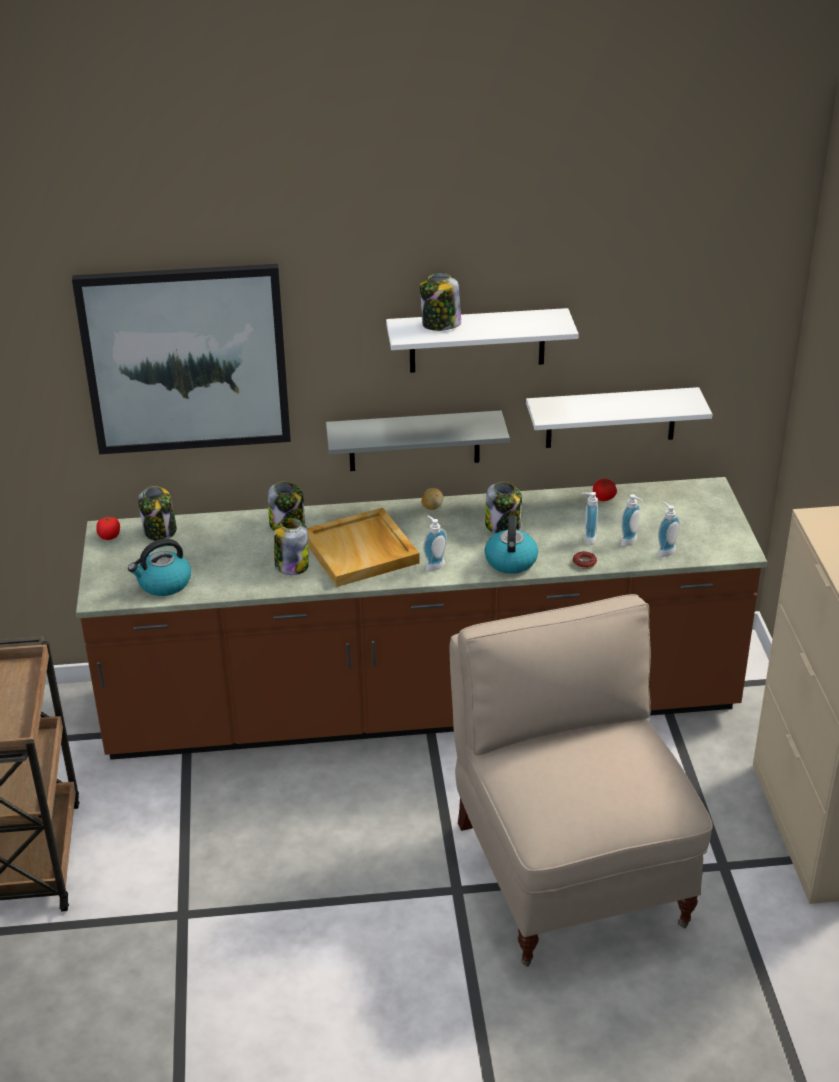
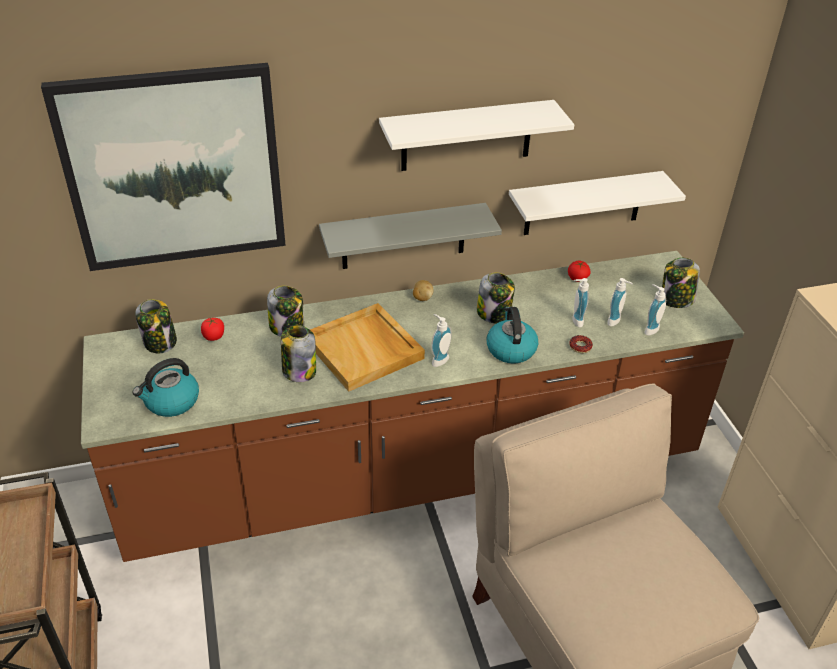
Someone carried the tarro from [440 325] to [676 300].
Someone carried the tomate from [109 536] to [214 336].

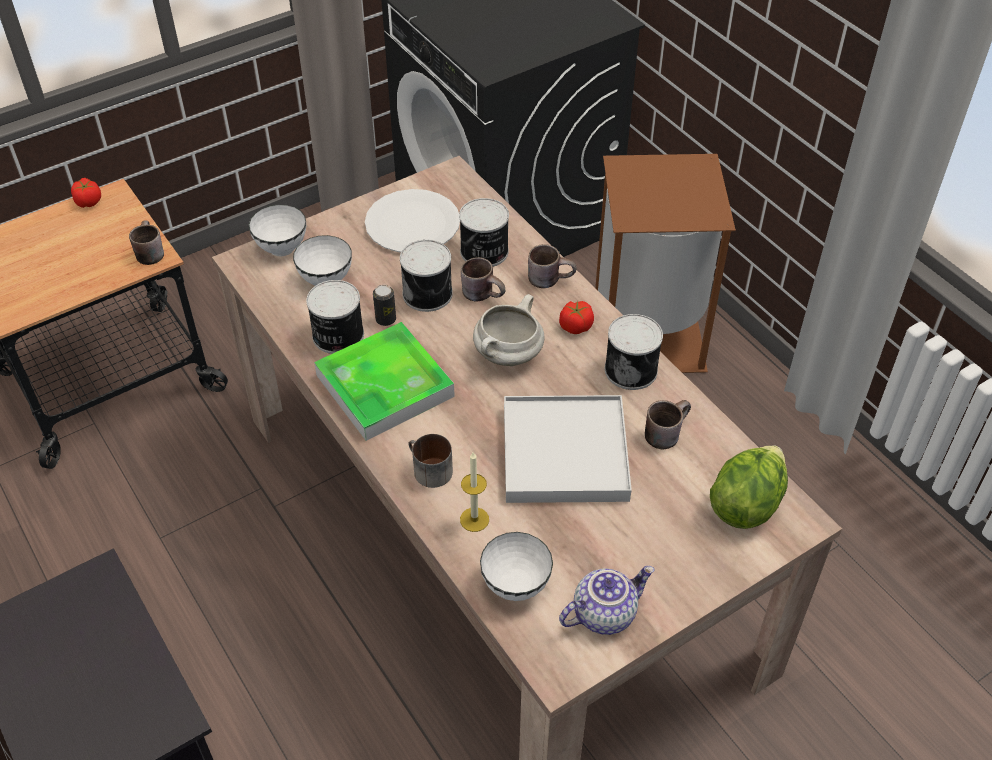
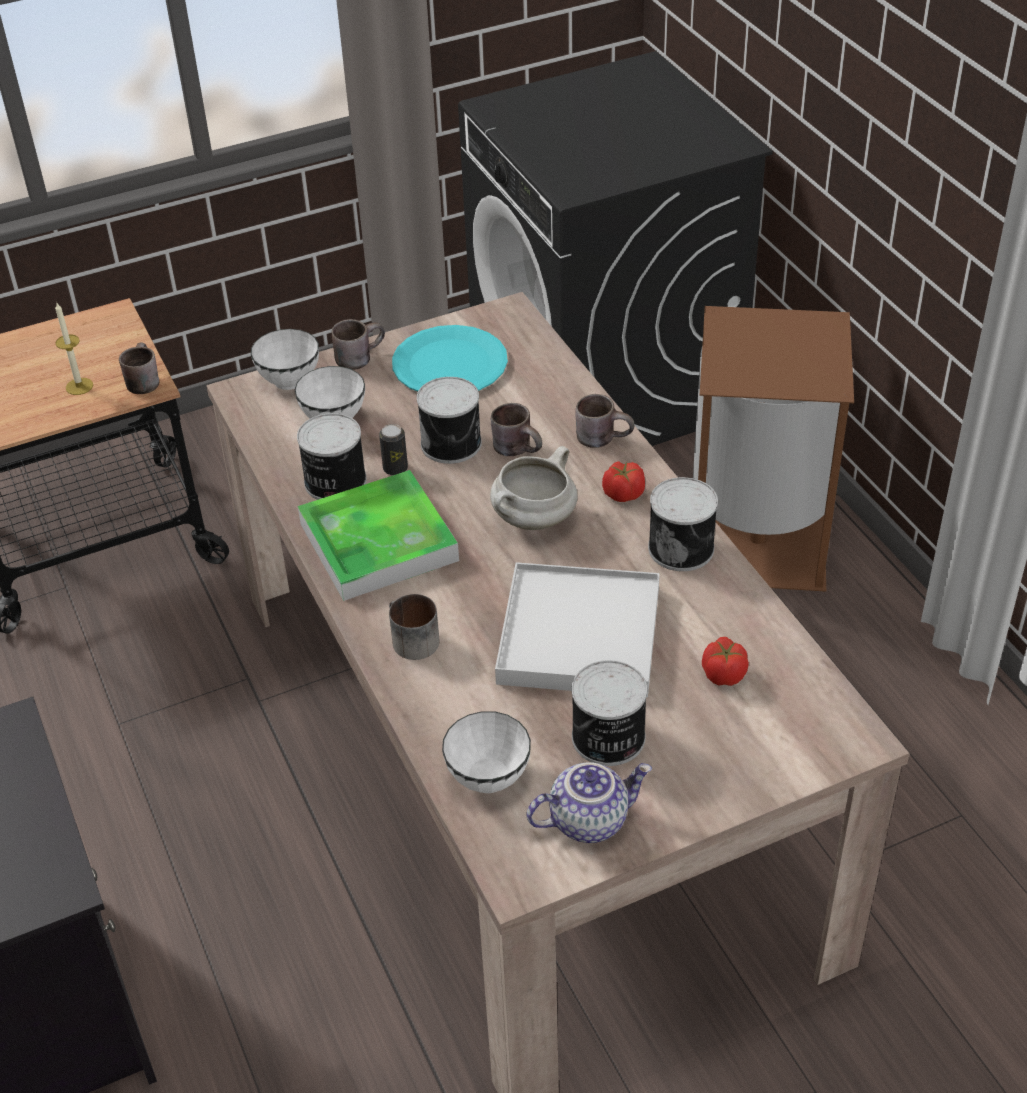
Someone carried the tomate from [88 201] to [724 674].
Someone repainted the plato (blanco) at [412 224], which became the plato (turquesa) at [449 364].
Someone carried the lata from [484 252] to [608 739].
Someone carried the taza grande (marrón) from [664 431] to [358 356].
Someone took away the lechuga at [746 504].
Someone carried the vela from [474 519] to [79 386].

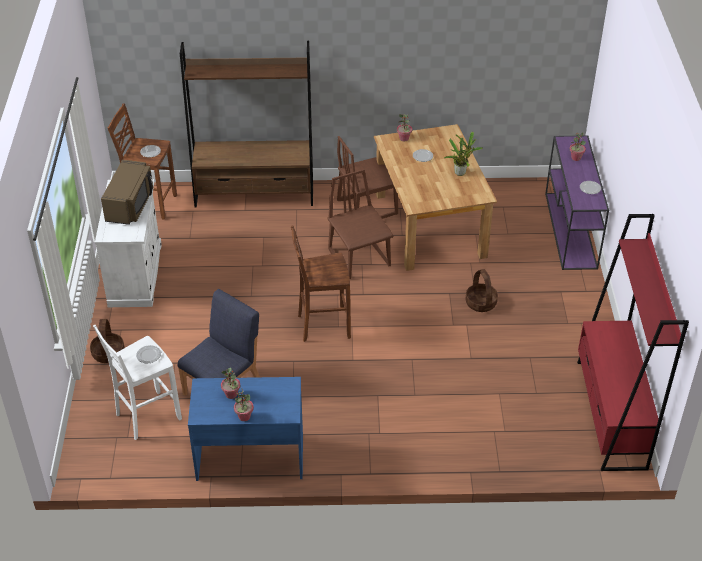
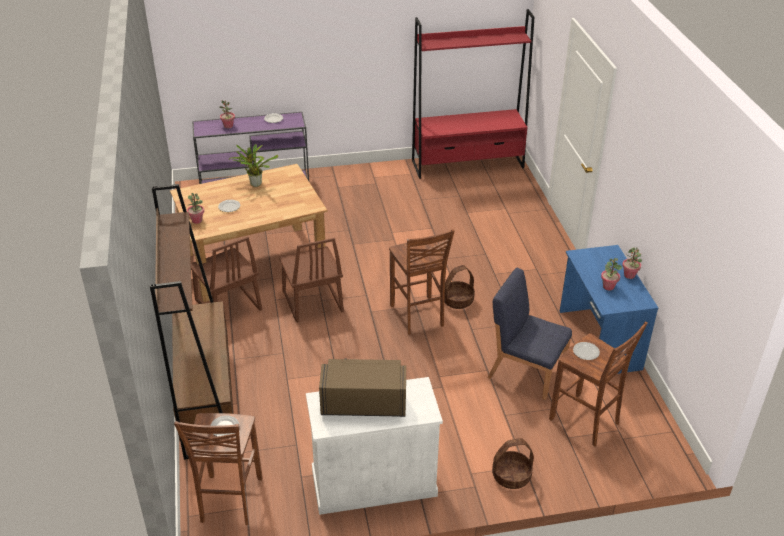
Someone rotated the silla (marrón) at [360 258] by 75 degrees counterclockwise.
Someone carried the cesta from [481 303] to [457 300].
Someone repainted the taburete (blanco) at [146 416], which became the taburete (marrón) at [586 421].

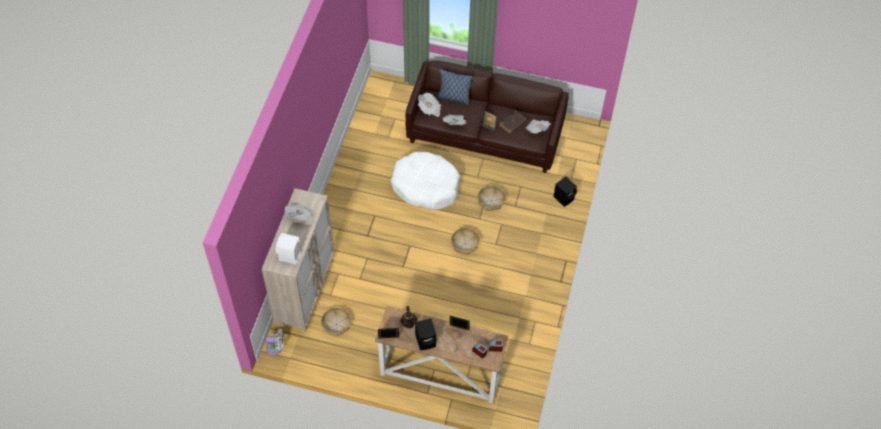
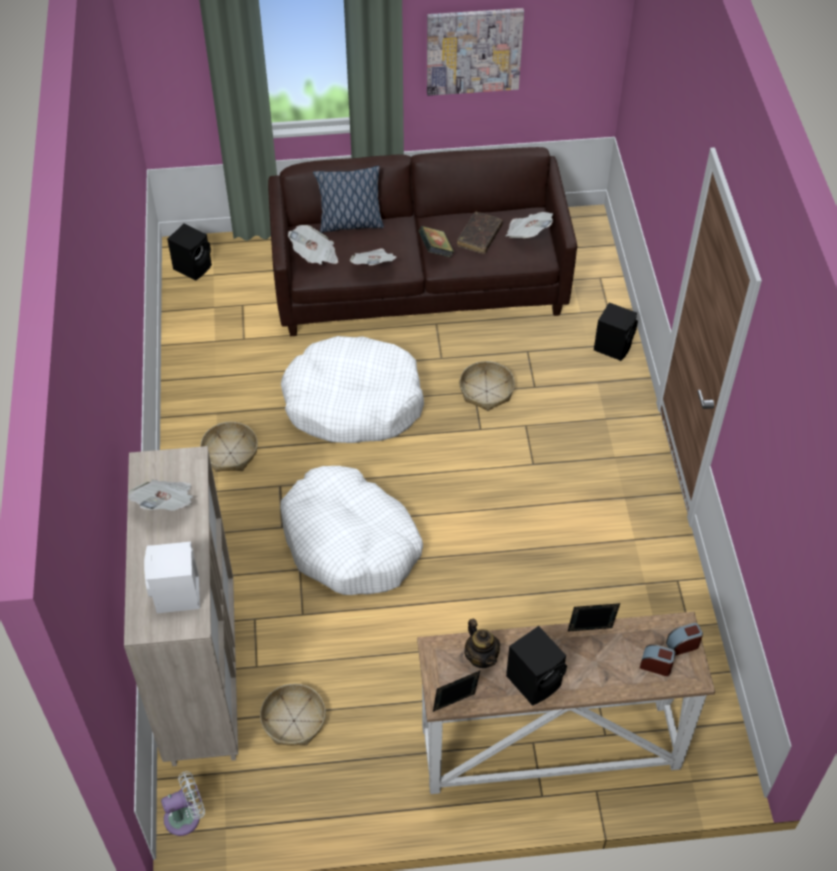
Someone carried the cesta from [465 243] to [230 453].
Someone put up the cuadro at [473 51].
Someone put down the altavoz (negro) at [193 266].
Someone put down the cama para perro (blanco) at [350 542].

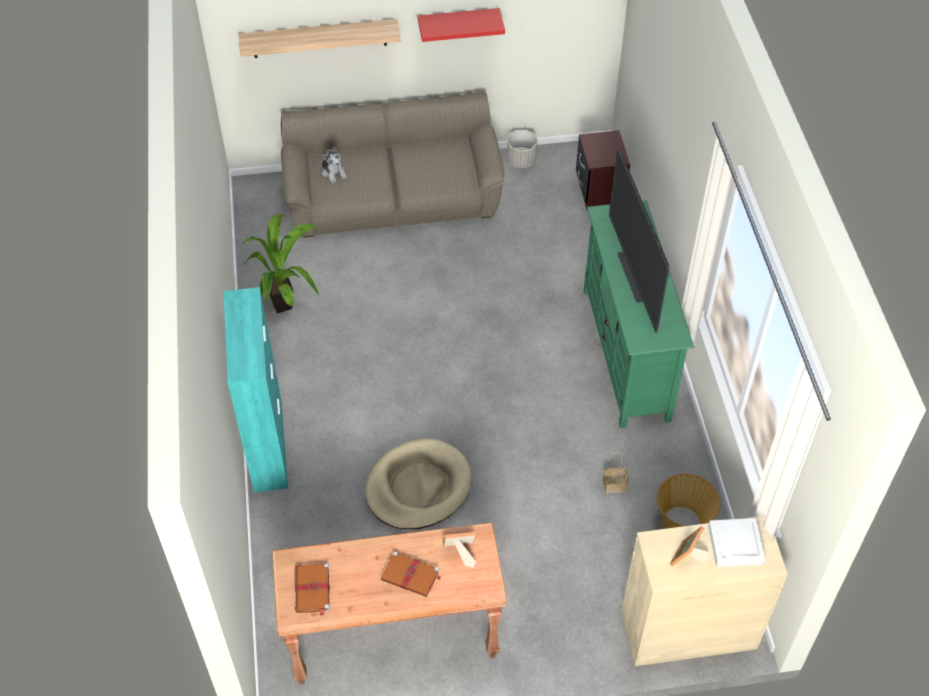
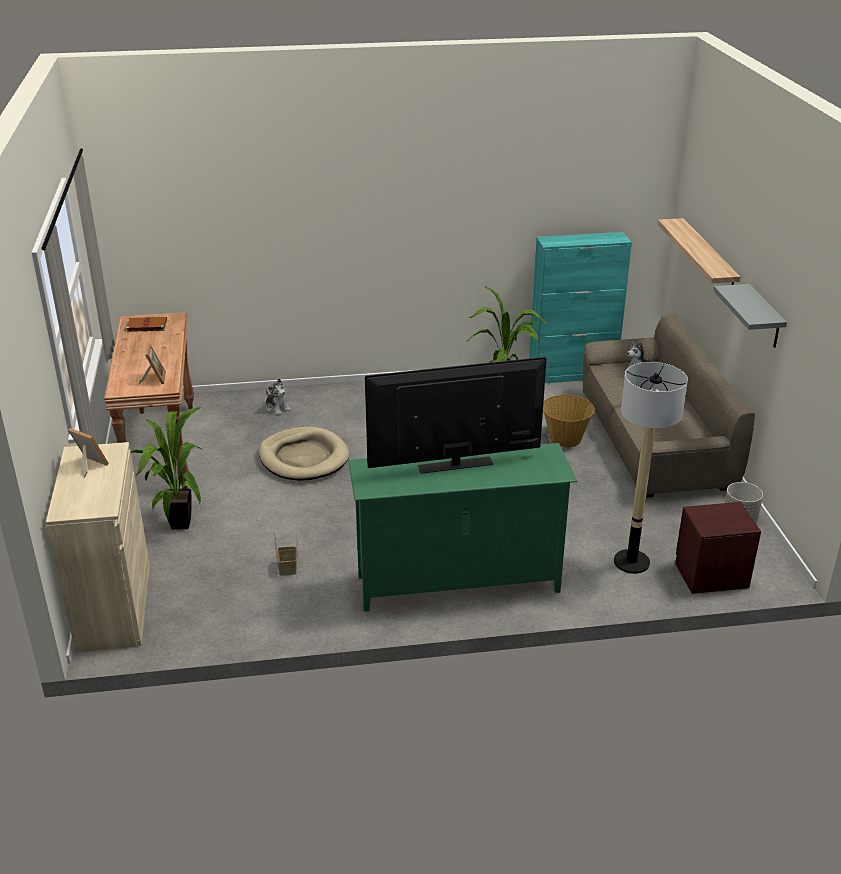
Someone repainted the estante (rojo) at [458 24], which became the estante (gris) at [764 317].
Someone carried the armario (turquesa) from [268 445] to [573 374].
Someone carried the cesta from [682 522] to [565 439].
Someone took away the bandeja (gris) at [735 545].
Someone took away the libro (marrón) at [411 576].
Someone put down the lámpara de pie at [631 562].
Someone put down the peluche at [277 408].
Someone put down the planta en maceta at [176 524].

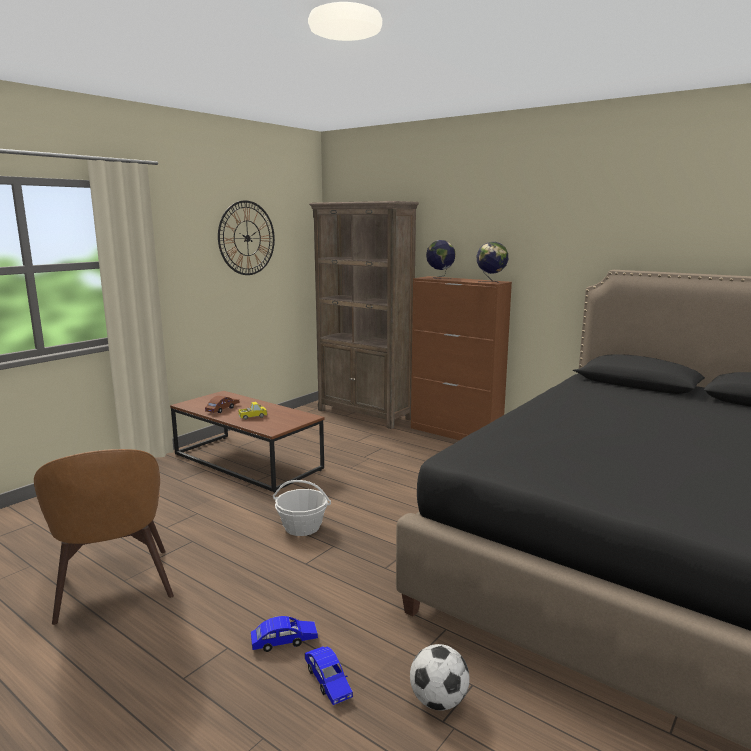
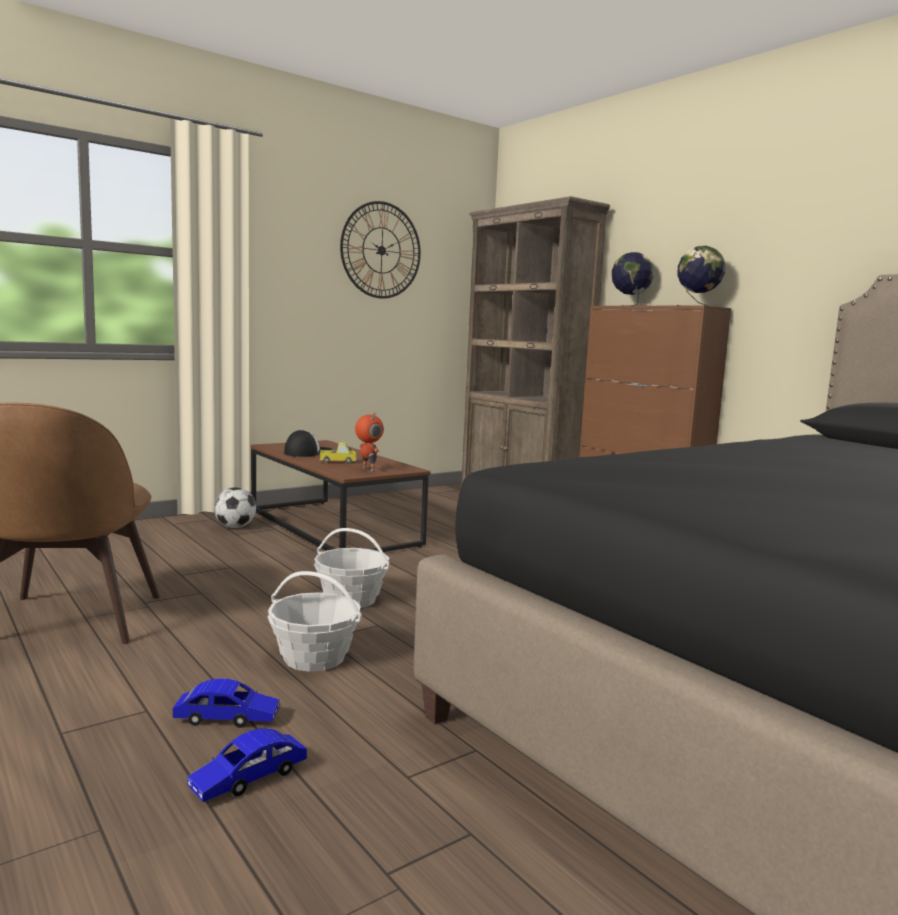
Someone swapped the coche de juguete (marrón) at [222 409] for the gorra at [308 453].
Someone carried the balón de fútbol from [438 701] to [235 527].
Someone rotated the coche de juguete (azul) at [327 681] by 60 degrees clockwise.
Someone put down the robot de juguete at [368 470].
Someone put down the cesta at [314 658].

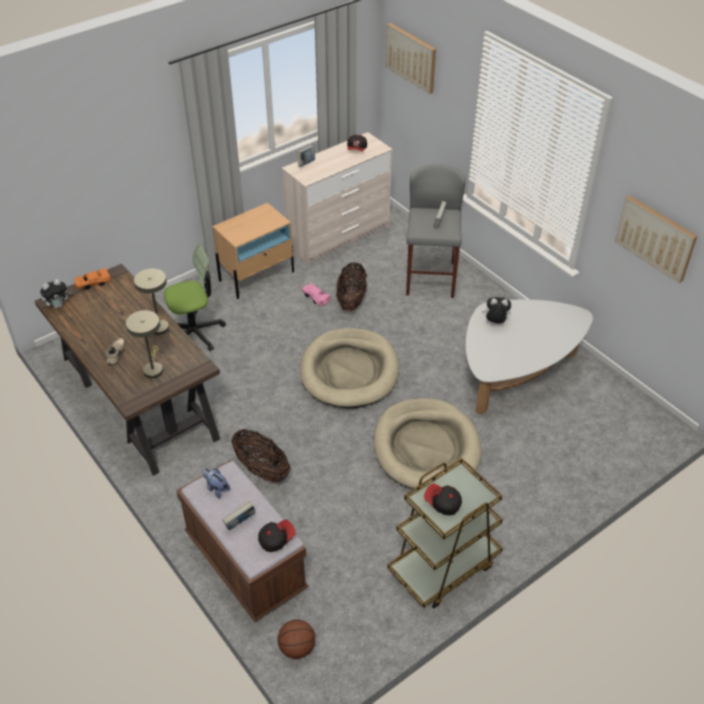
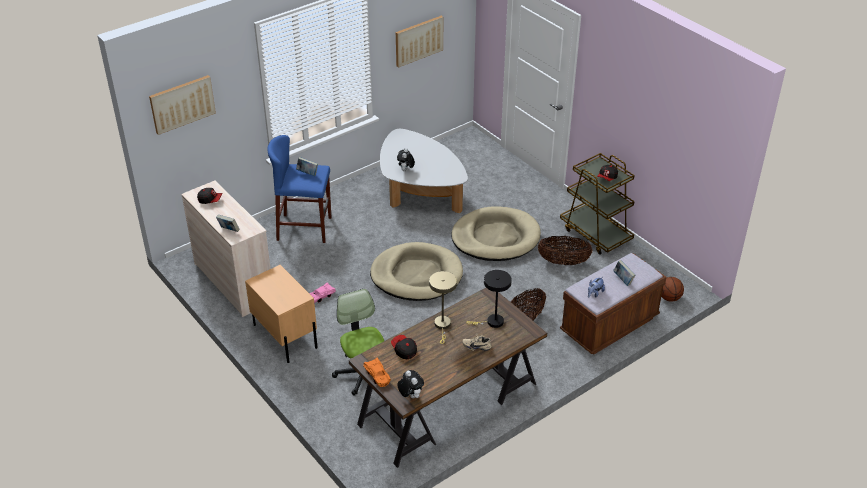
Someone repainted the taburete (gris) at [430 278], which became the taburete (azul) at [304 228].
Someone carried the cesta from [351 300] to [563 262].
Someone repainted the lámpara de mesa (beis) at [153 368], which became the lámpara de mesa (negro) at [492 322].
Someone carried the gorra from [276 539] to [404 350].

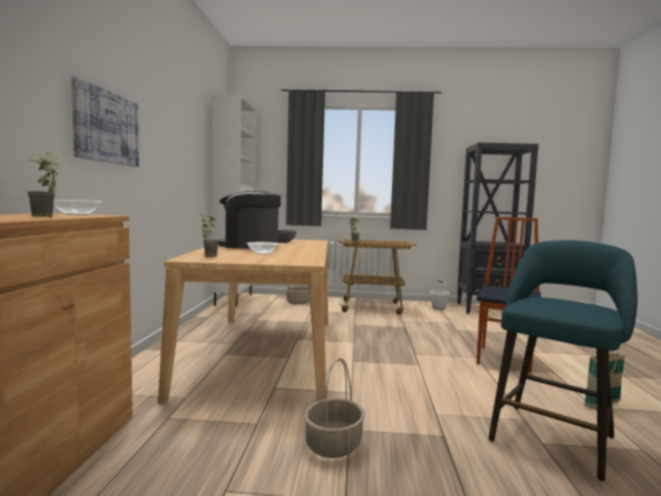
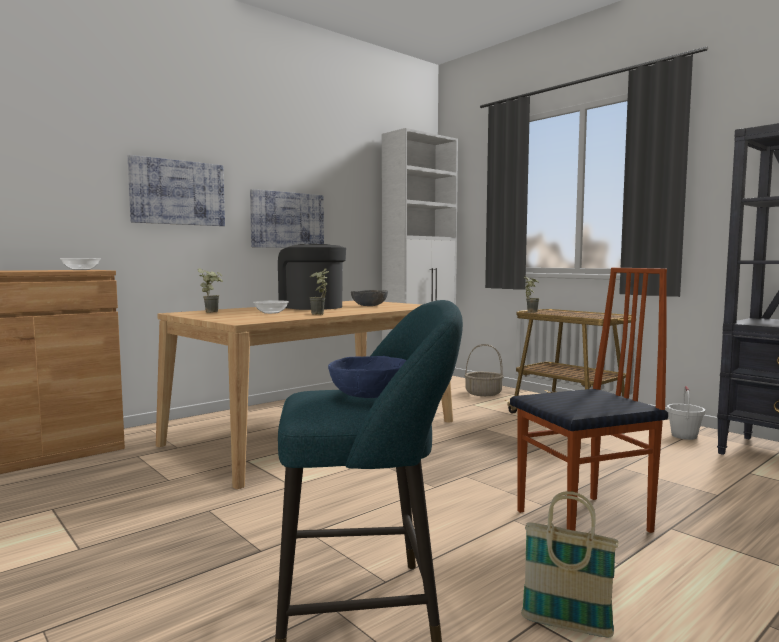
Someone carried the planta en maceta from [48 217] to [320 314].
Someone took away the cesta at [334 445].
Someone put up the cuadro at [287 220].
Someone put down the cuenco (azul) at [369 395].

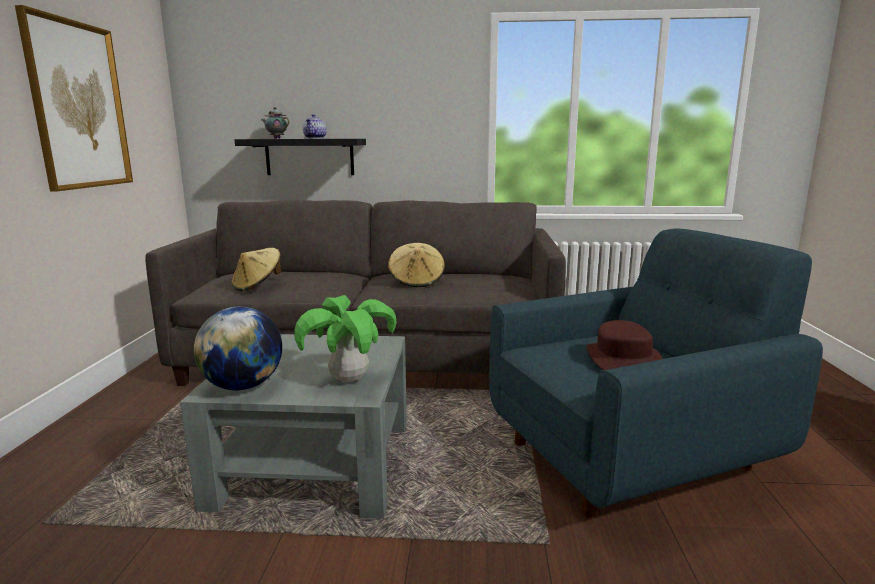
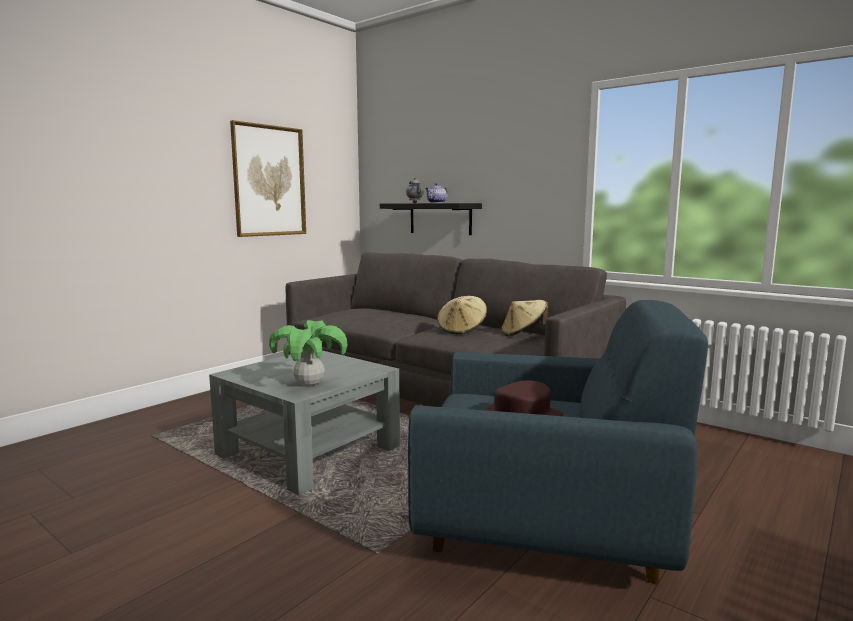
Someone carried the sombrero (beis) from [258 286] to [523 333].
Someone took away the globo terráqueo at [243 386].

